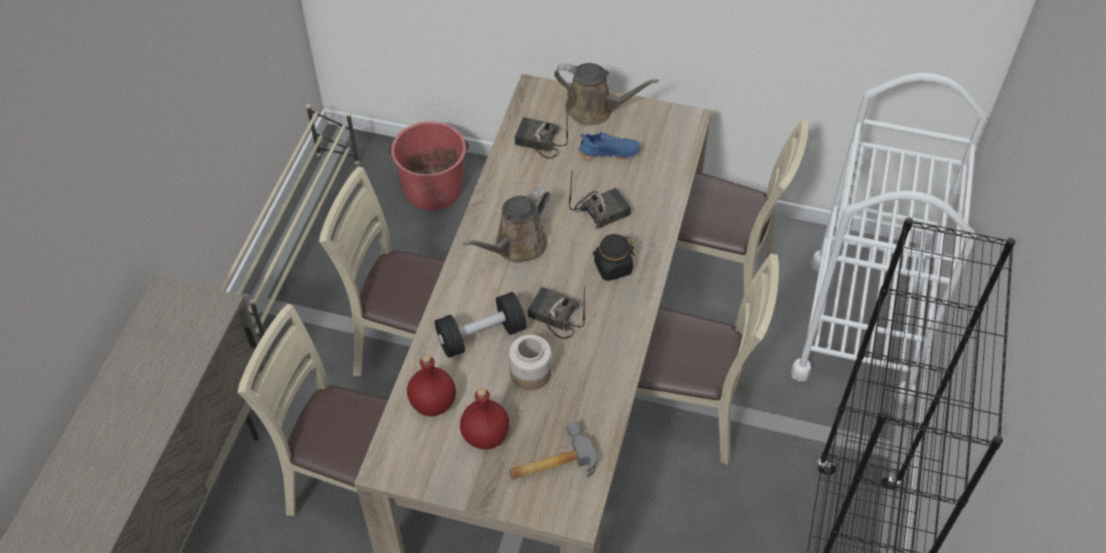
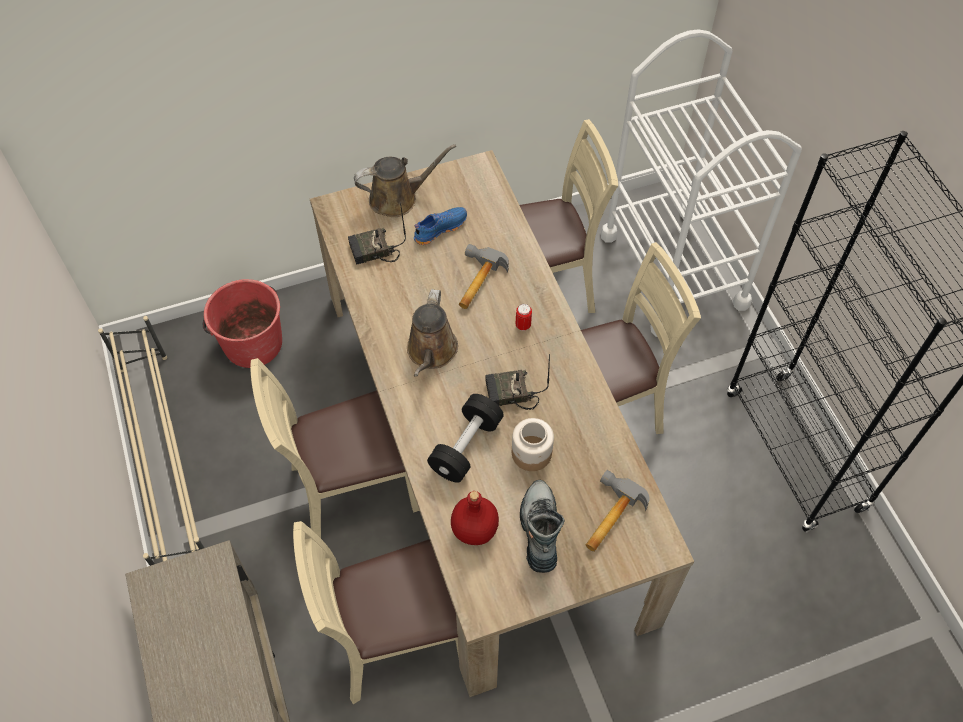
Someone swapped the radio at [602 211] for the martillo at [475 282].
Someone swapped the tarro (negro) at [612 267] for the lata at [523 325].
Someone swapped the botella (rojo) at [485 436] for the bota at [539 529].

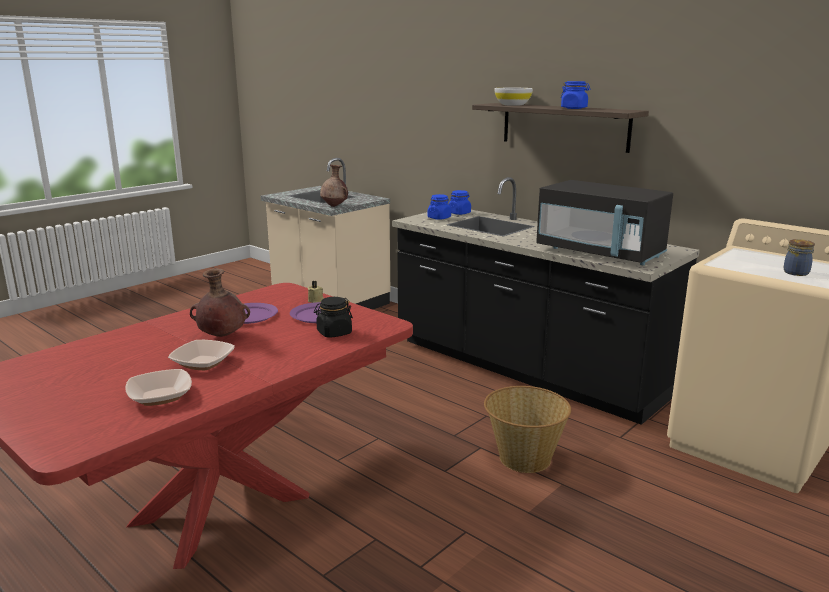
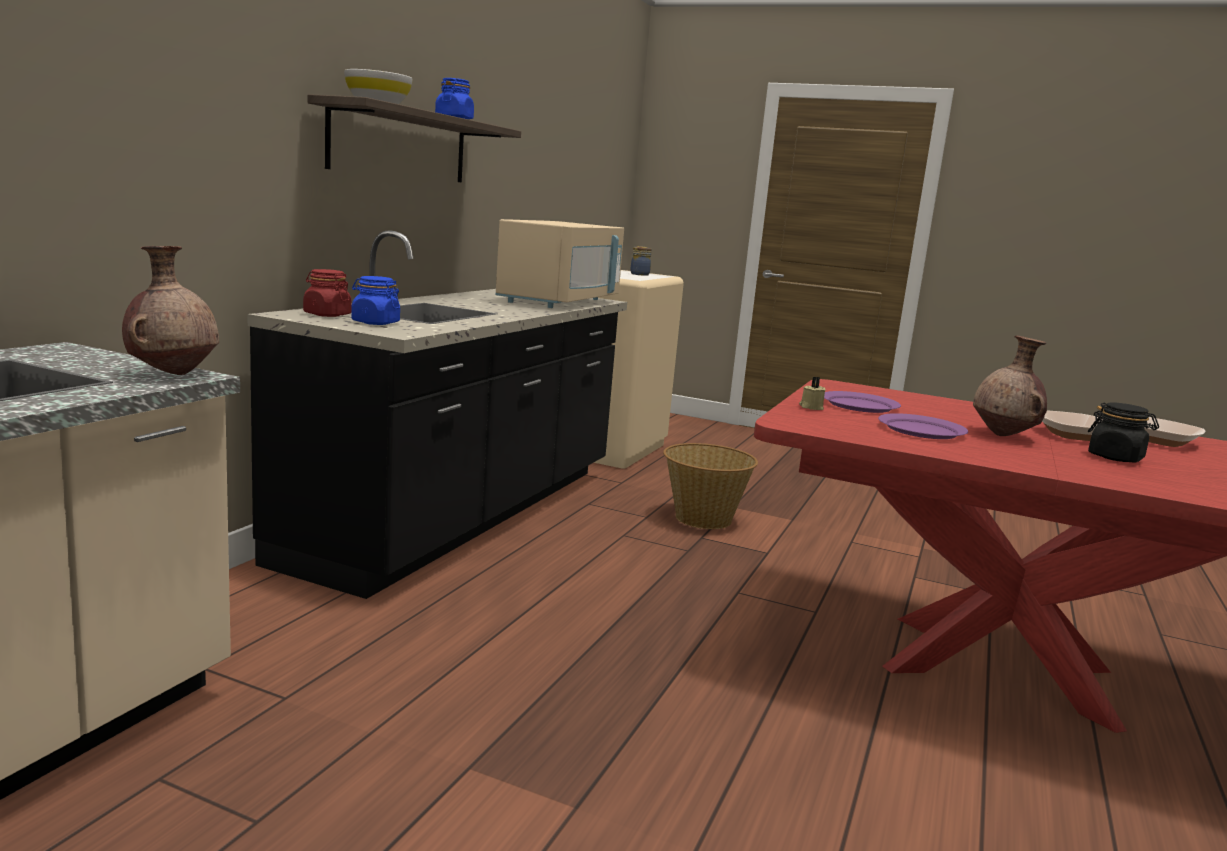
Someone repainted the microondas (negro) at [600 253], which became the microondas (beis) at [560 302].
Someone repainted the tarro (azul) at [459 213], which became the tarro (rojo) at [327 315].
Someone carried the tarro (negro) from [334 333] to [1116 458].

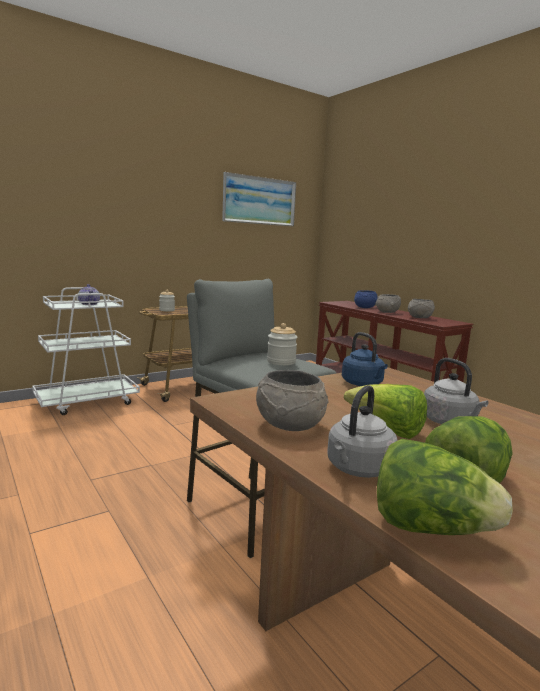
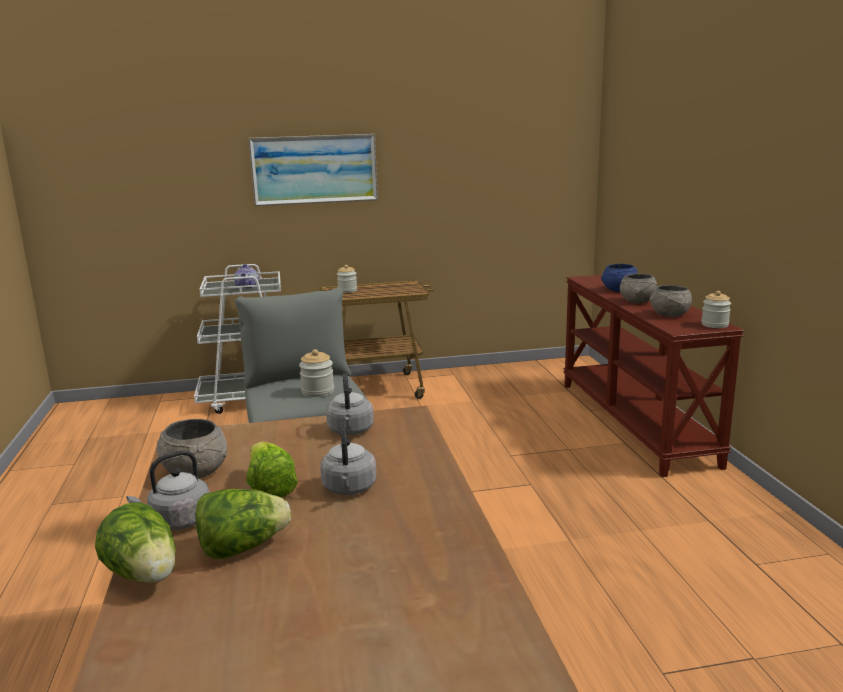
Someone carried the cuadro from [259 201] to [314 169].
Someone repainted the hervidor (azul) at [363 384], which became the hervidor (gris) at [350 431].
Someone put down the tarro at [714 325].

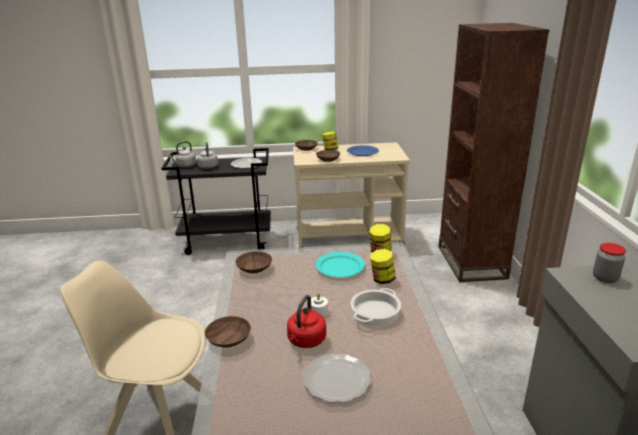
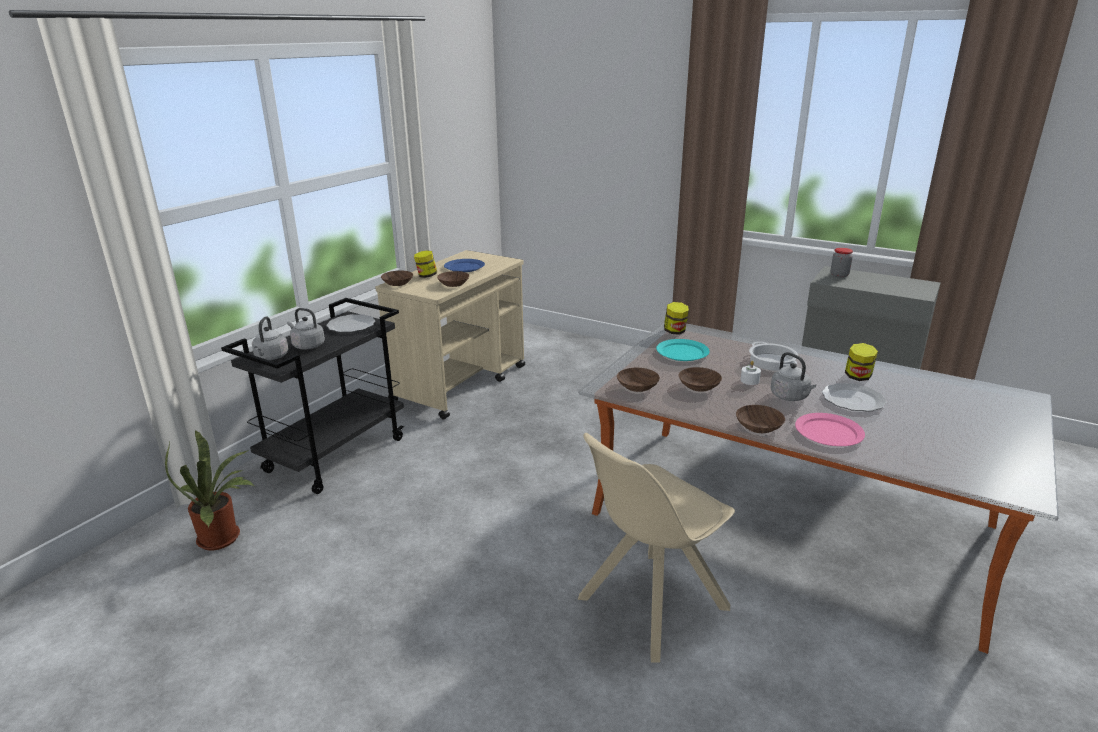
Someone took away the estantería (marrón) at [471 262].
Someone carried the tarro from [382 279] to [858 377].
Someone repainted the hervidor (rojo) at [305 341], which became the hervidor (gris) at [791 397].
Someone put down the cuenco (marrón) at [698 386].
Someone put down the plato (rosa) at [828 432].
Someone put down the planta en maceta at [224 538].

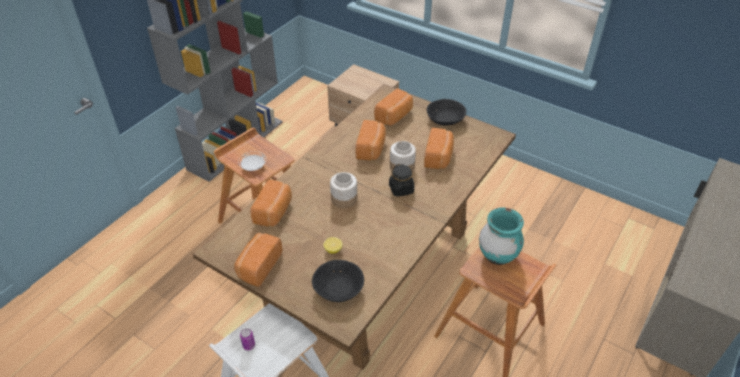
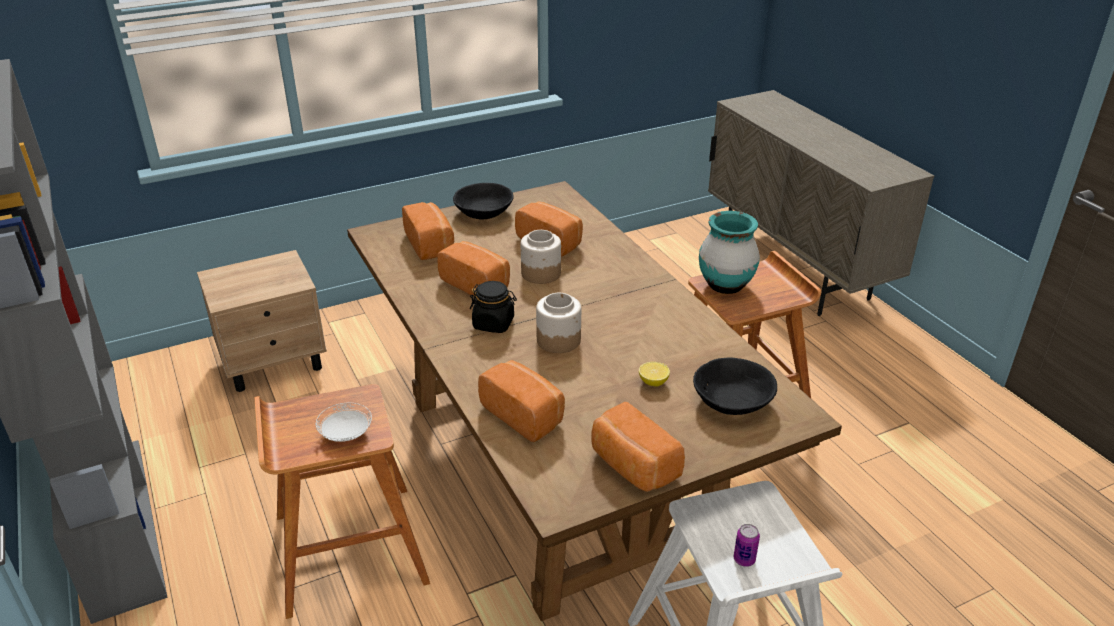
Someone carried the tarro (negro) from [401 189] to [494 324].

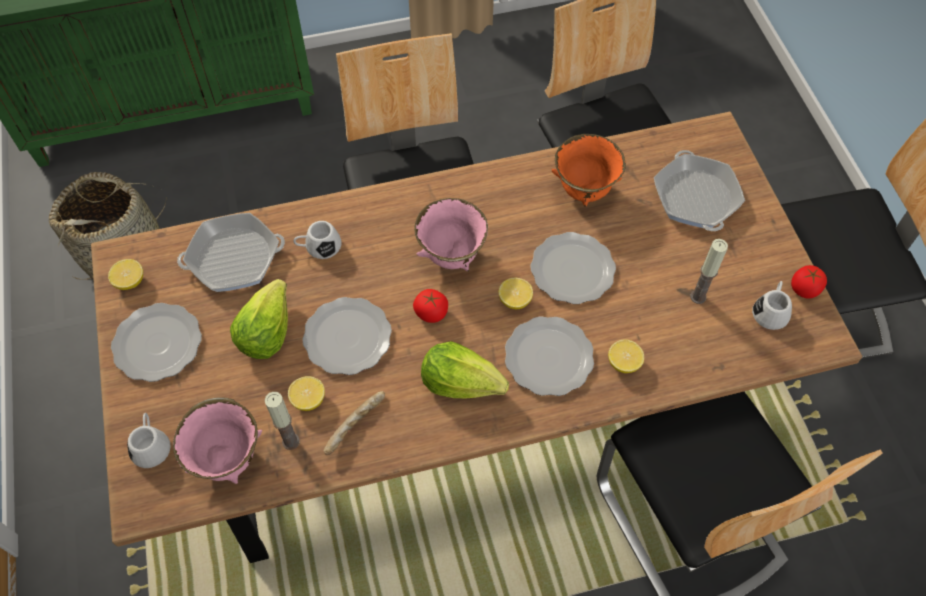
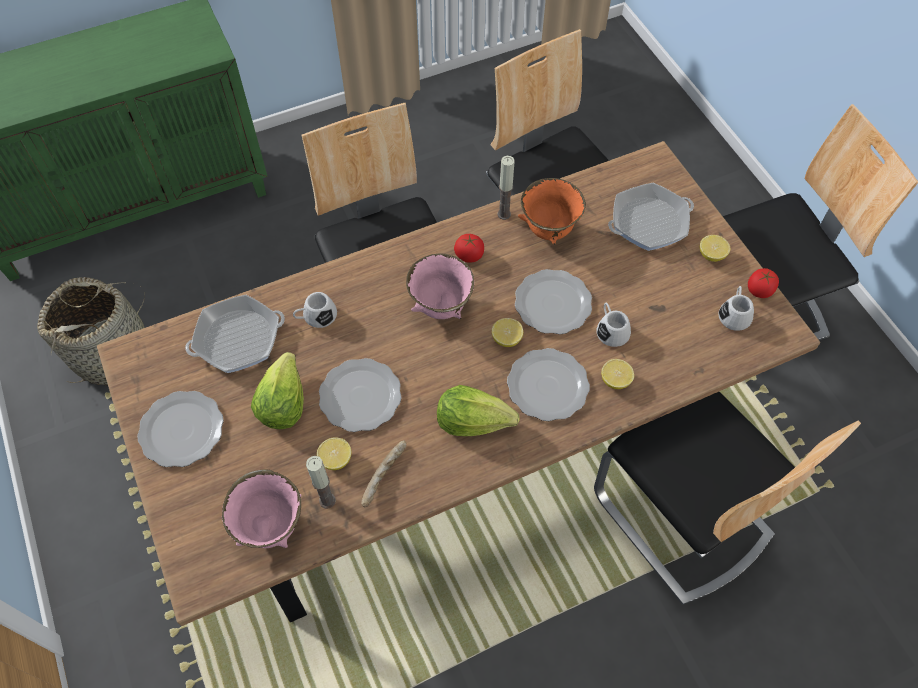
Someone rotated the sartén at [695 197] by 90 degrees clockwise.
Someone carried the vela from [698 297] to [504 214].
Someone carried the limón from [130 281] to [711 255].
Someone carried the tomate from [431 313] to [469 255].
Someone carried the taza grande (blanco) from [151 445] to [610 330].

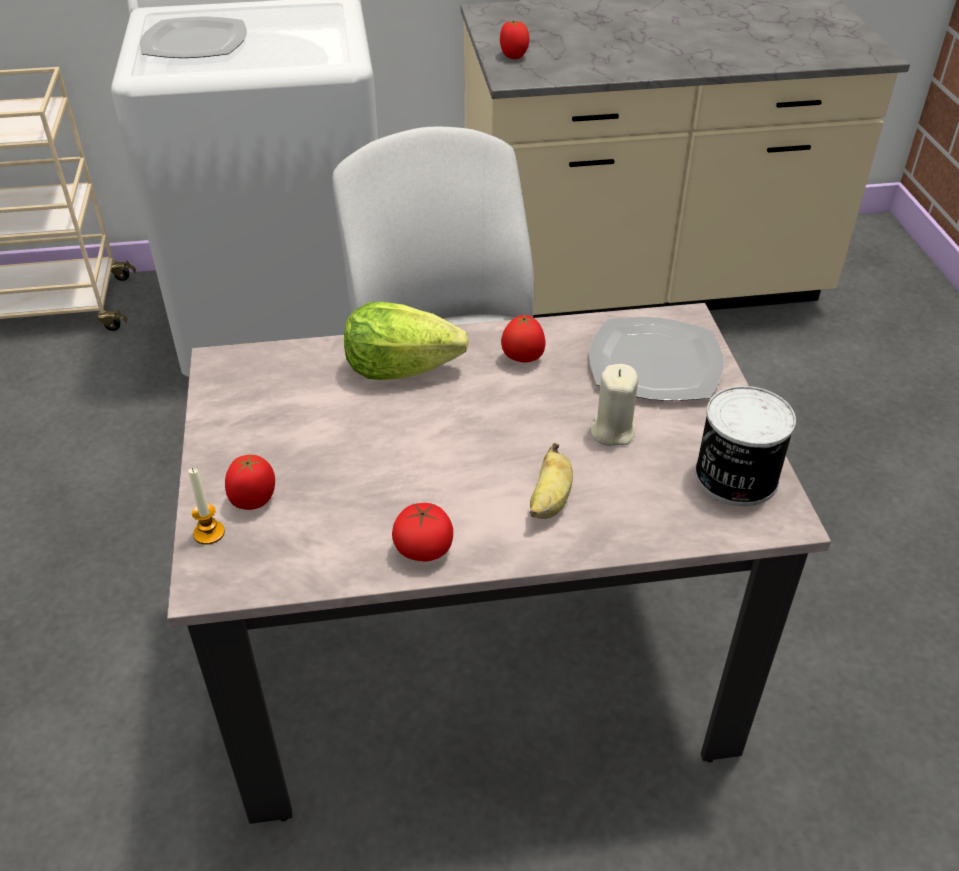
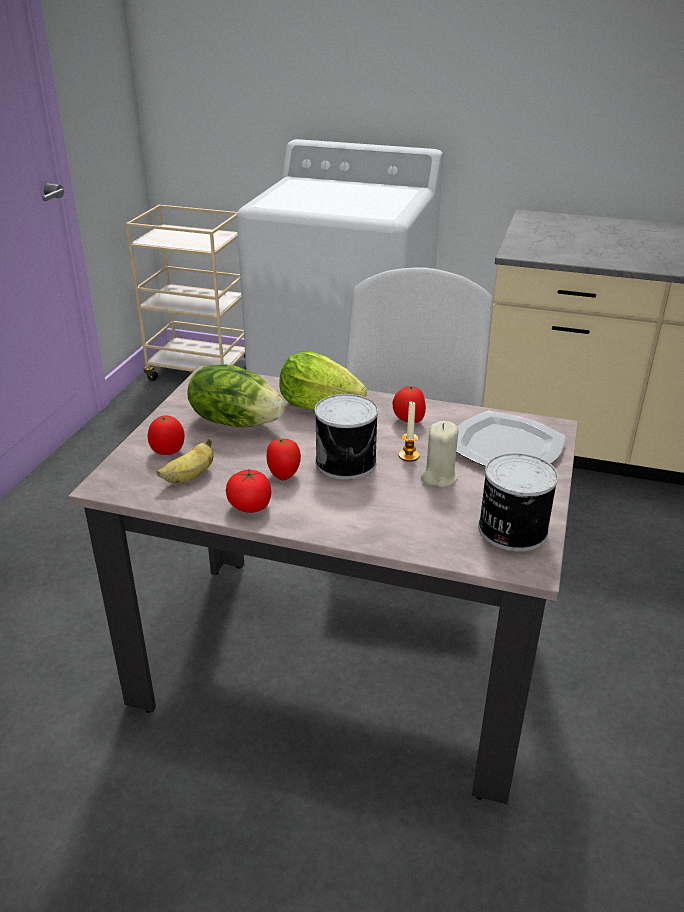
Someone took away the plato at [196 43].
Someone carried the tomate from [513 56] to [284 475].
Someone carried the plátano from [549 501] to [189 477].
Someone carried the vela from [209 533] to [408 456].
Someone put down the lechuga at [236 421].
Someone put down the lata at [347 462].

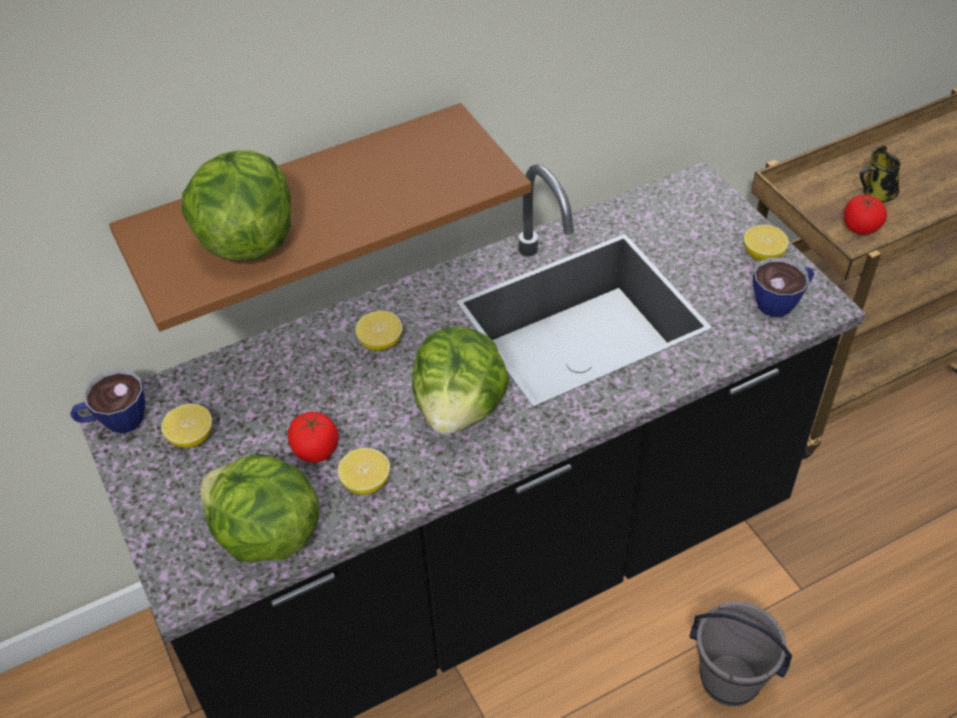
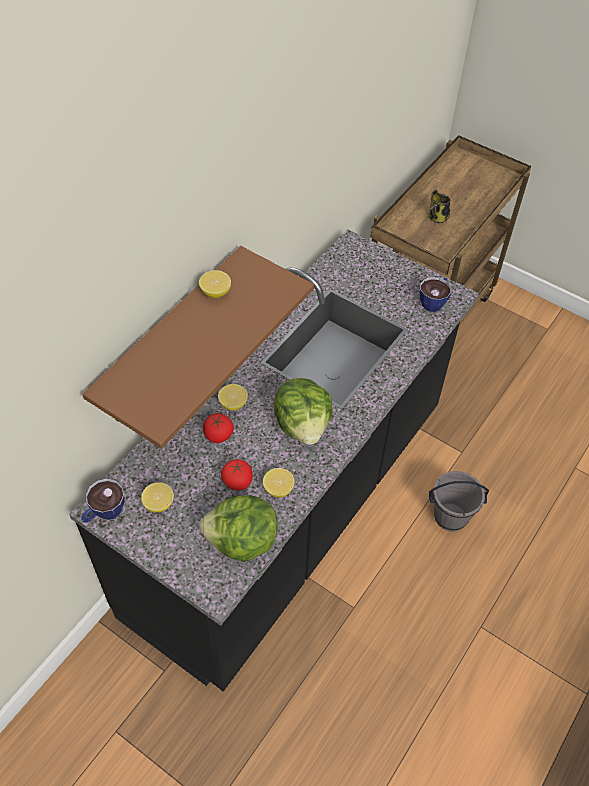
Someone took away the lechuga at [247 240].
Someone carried the tomate from [860 227] to [218 435].
Someone carried the limón from [762 255] to [215 292].

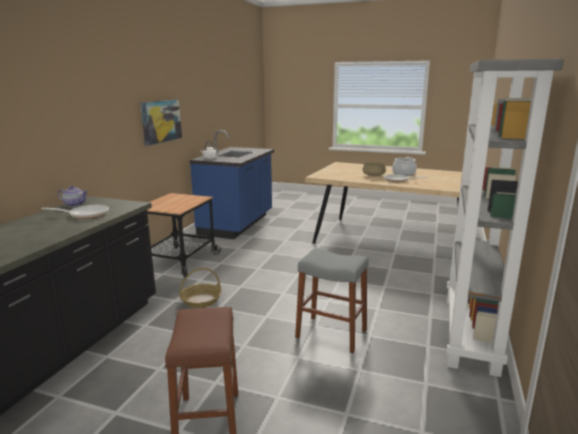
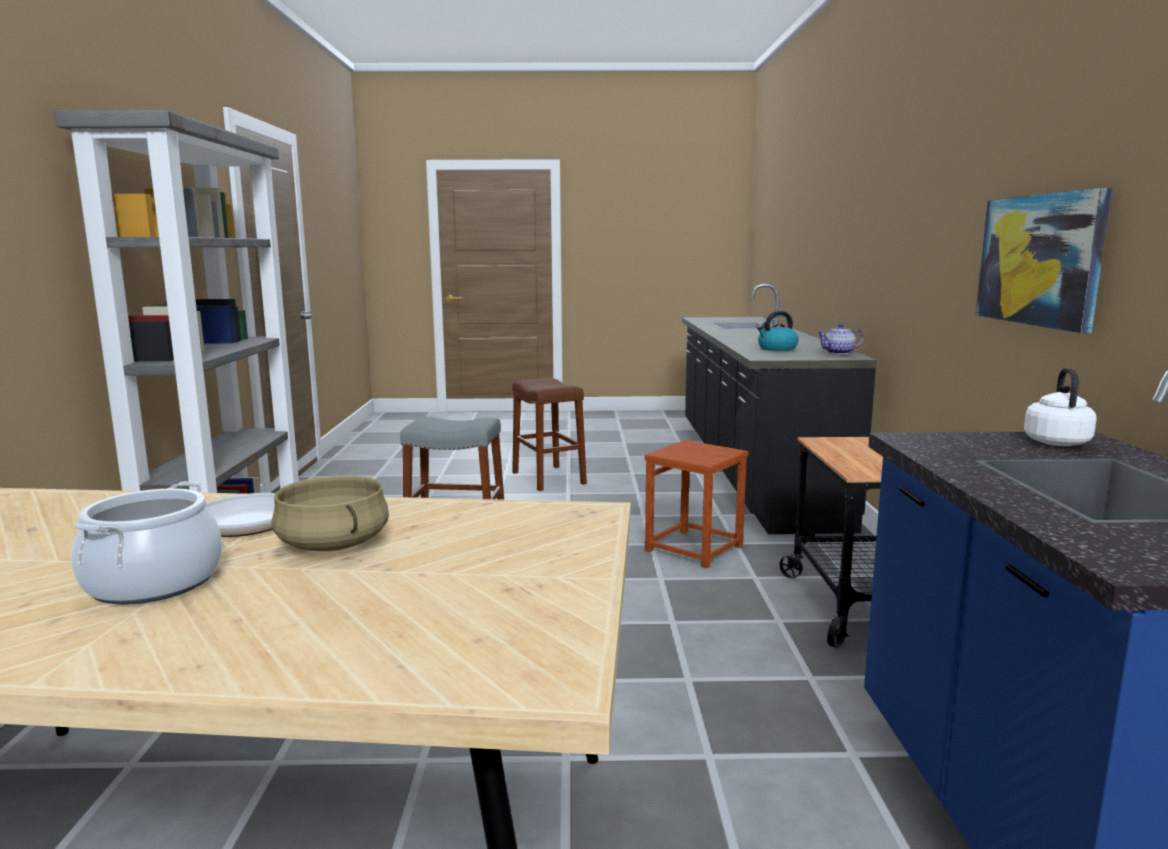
Someone swapped the sartén at [86 215] for the hervidor at [777 349].
Someone swapped the cesta at [201 300] for the taburete (marrón) at [694 548].

